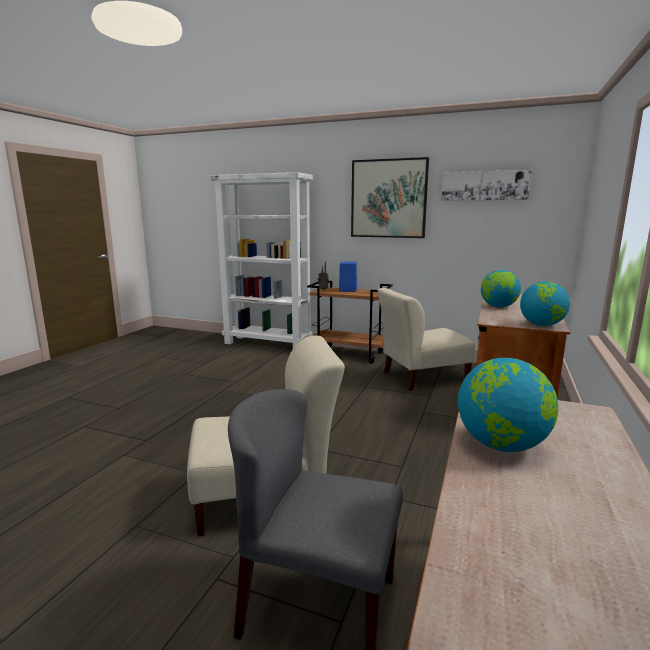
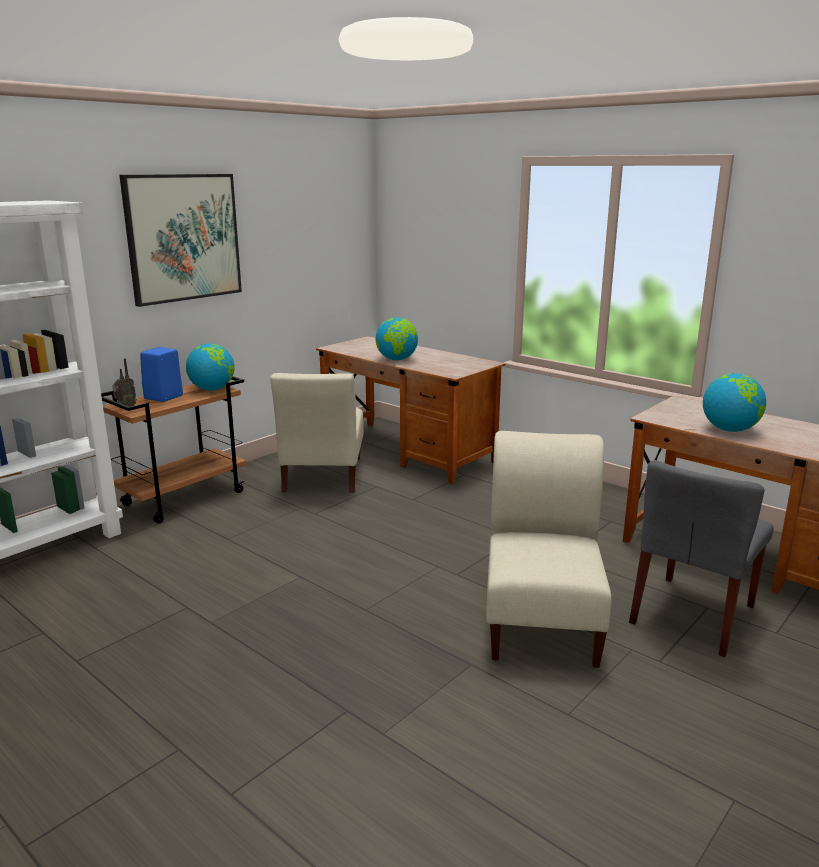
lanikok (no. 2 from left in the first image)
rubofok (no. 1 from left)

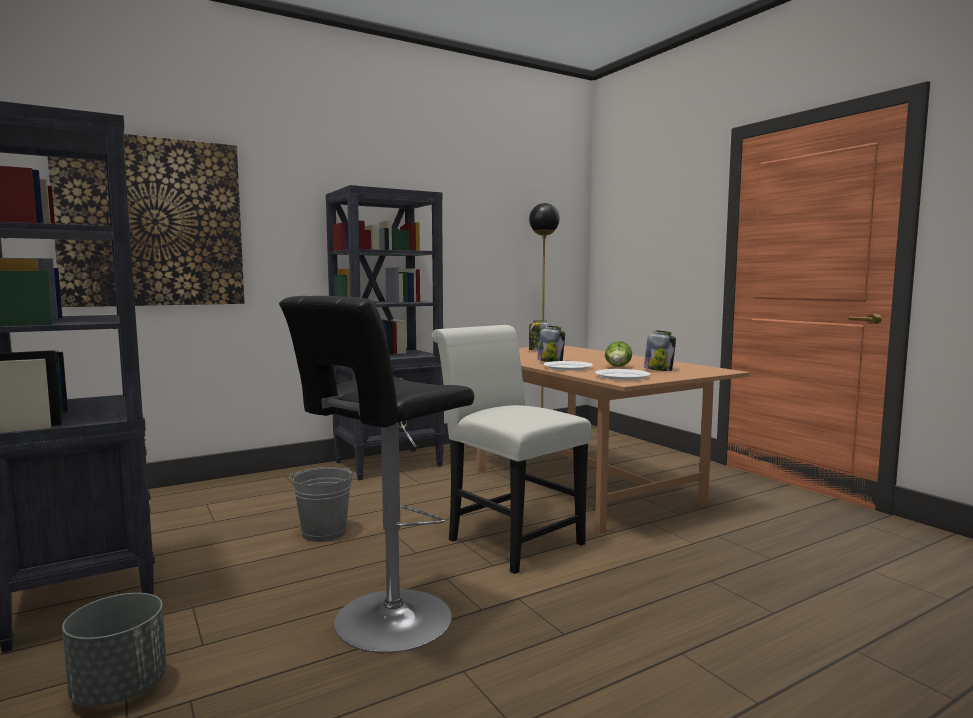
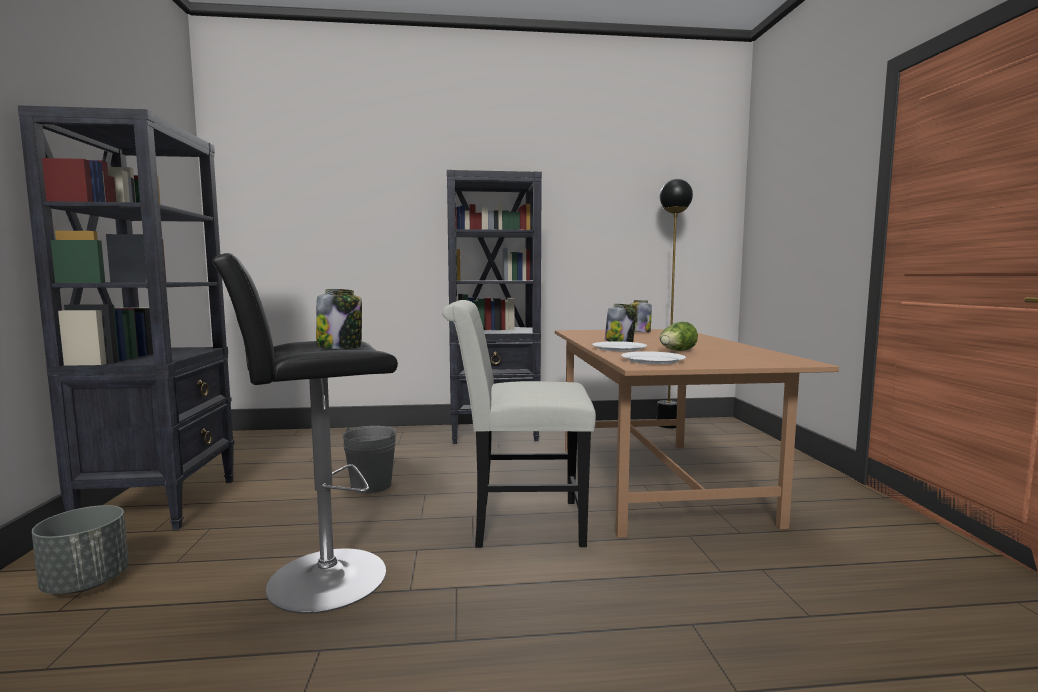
lanikok
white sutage
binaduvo (no. 1 from left)

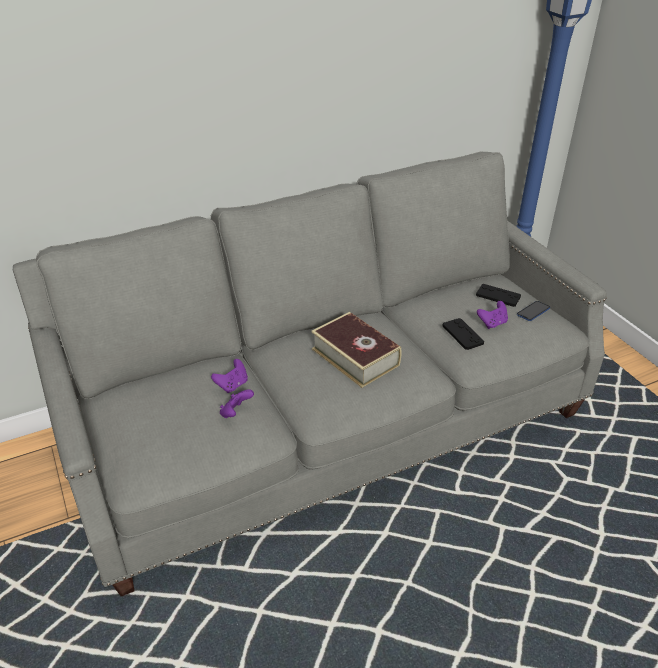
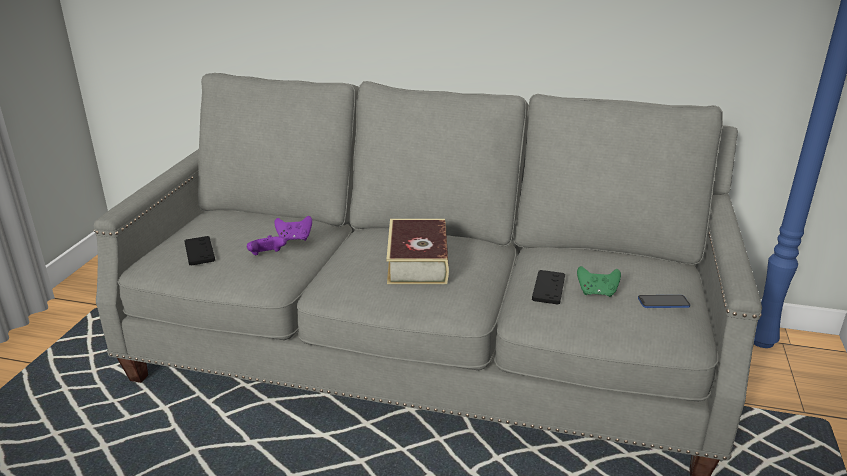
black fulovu (no. 1 from left)
green fulovu

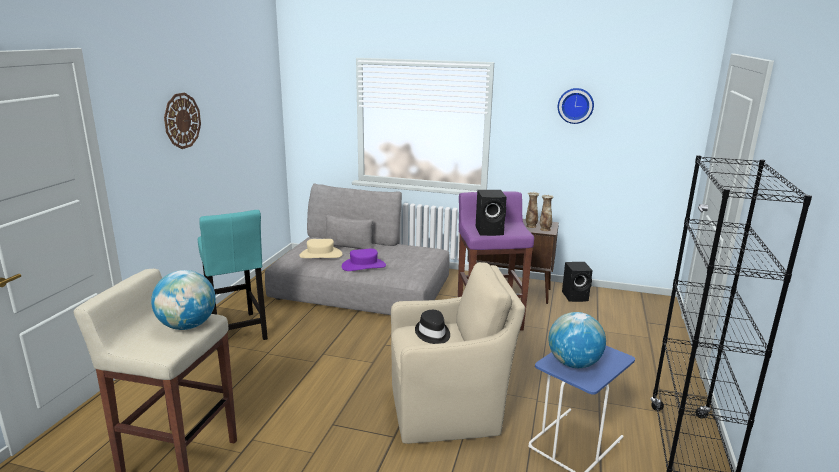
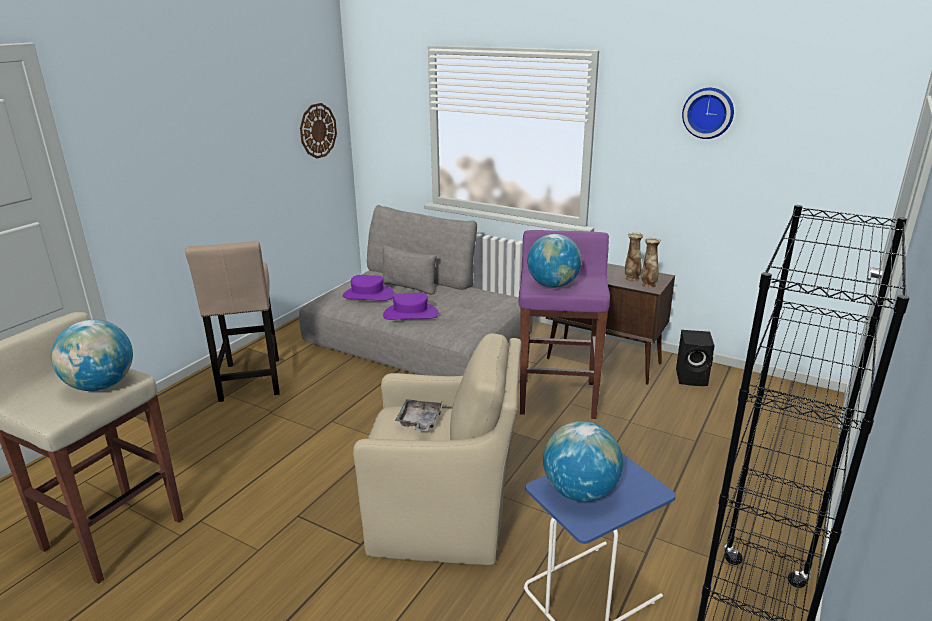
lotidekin (no. 1 from left)
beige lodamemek (no. 2 from left)
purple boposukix (no. 1 from left)
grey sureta
rubofok (no. 2 from left)

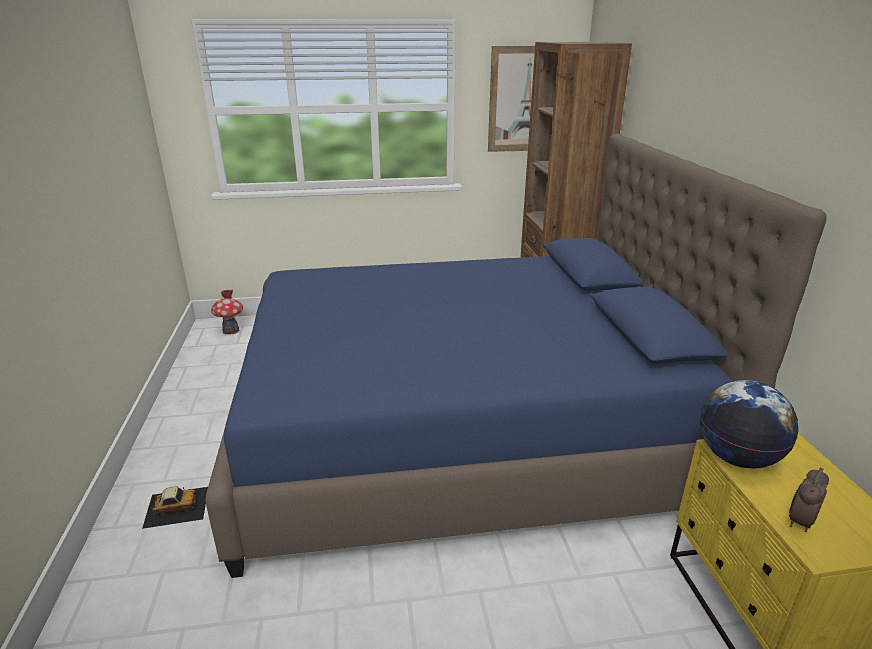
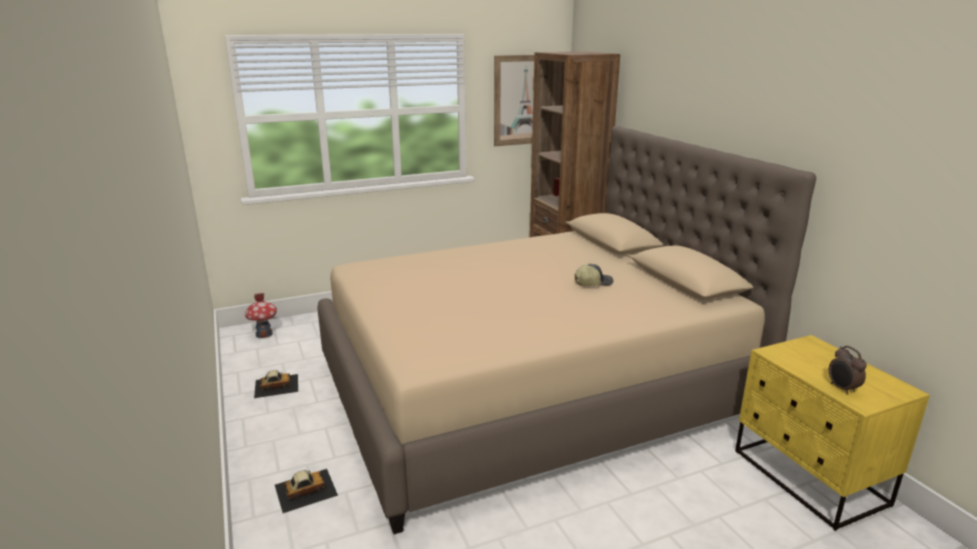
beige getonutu
rubofok
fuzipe
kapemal (no. 1 from left)
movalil

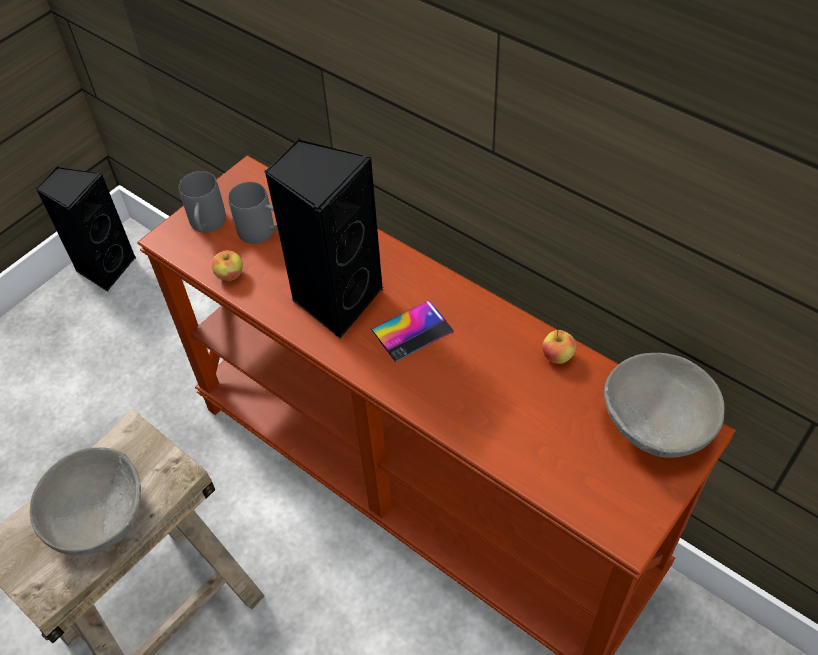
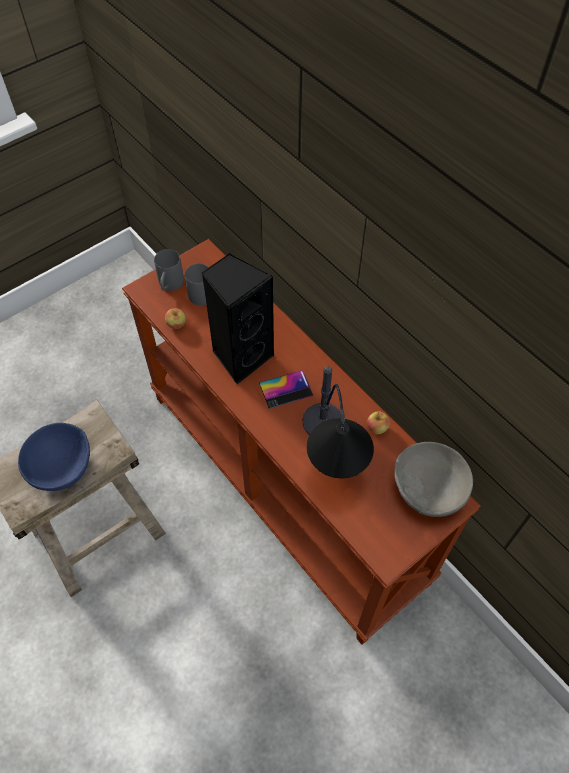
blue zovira
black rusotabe (no. 1 from left in the first image)
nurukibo

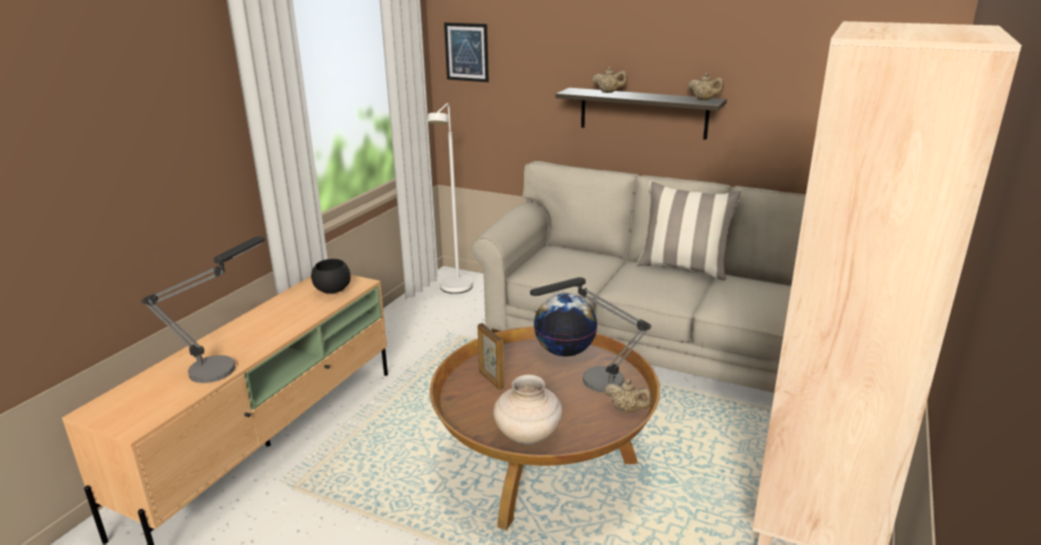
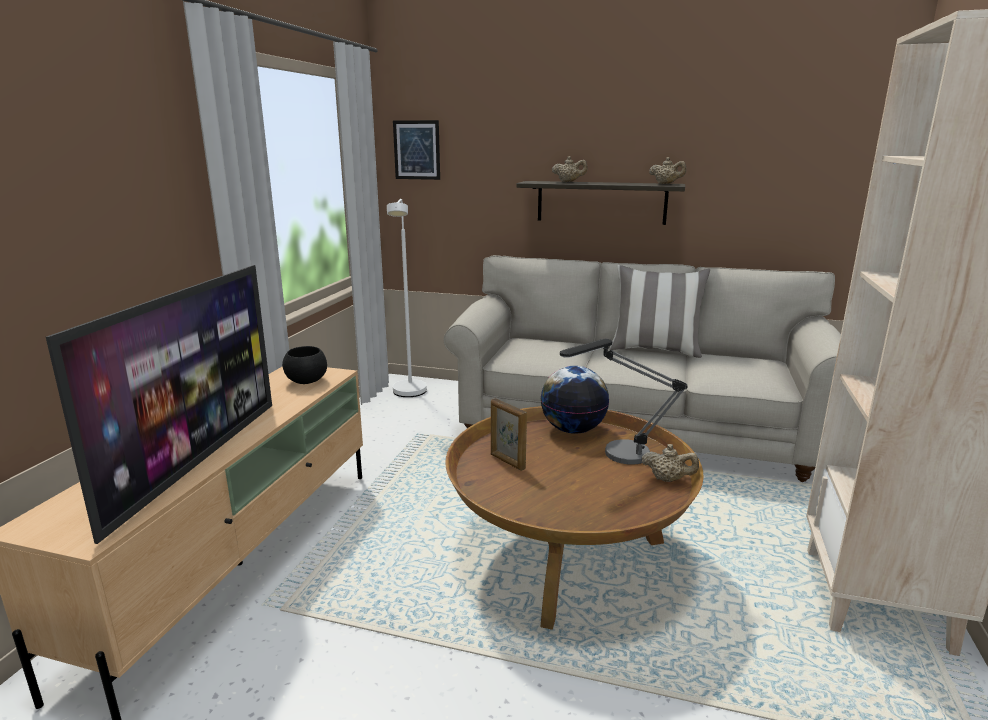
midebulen
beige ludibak

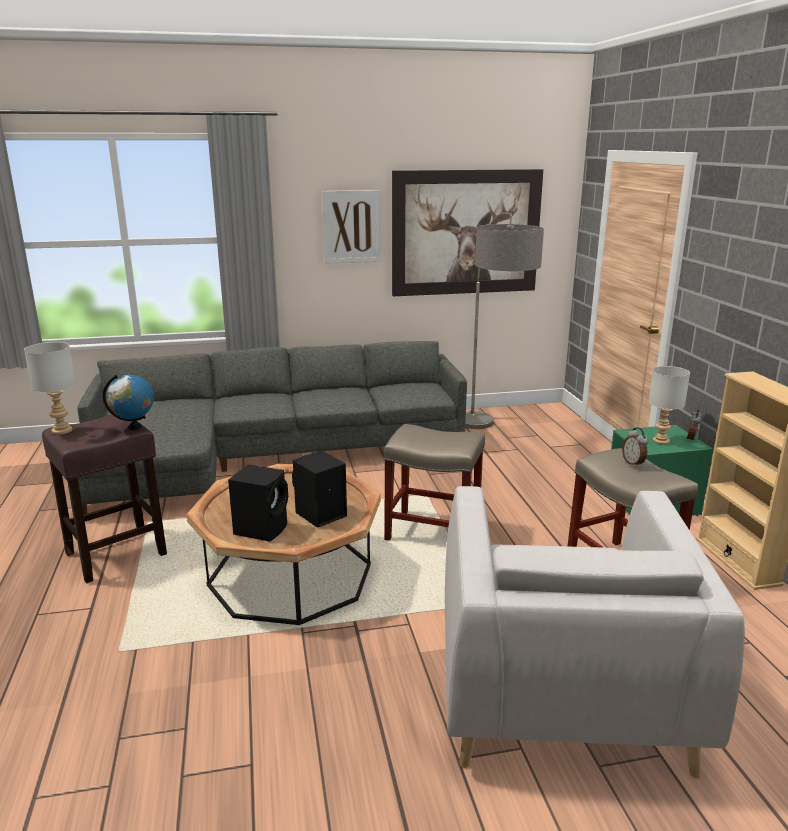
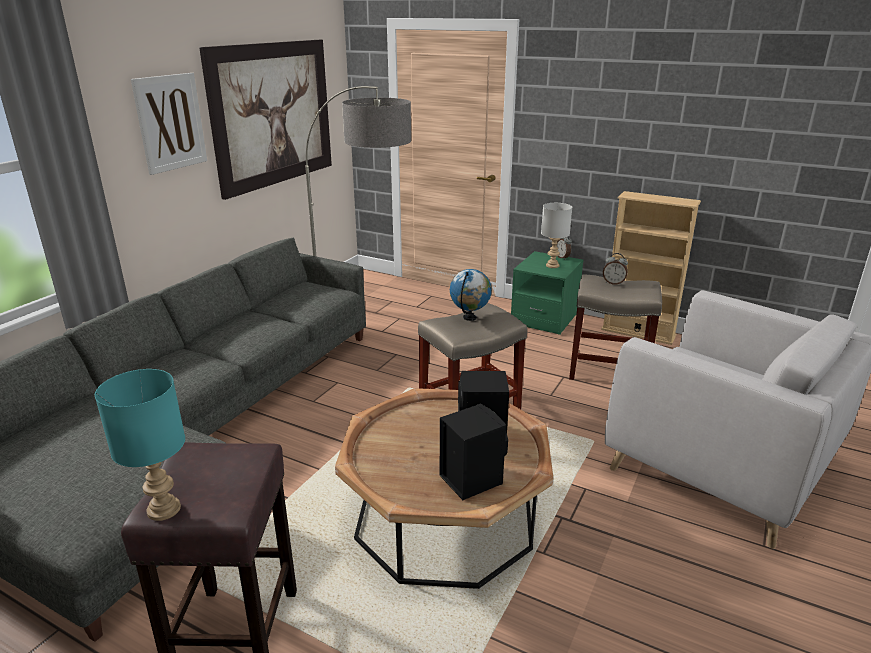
turquoise nurukibo
rubofok

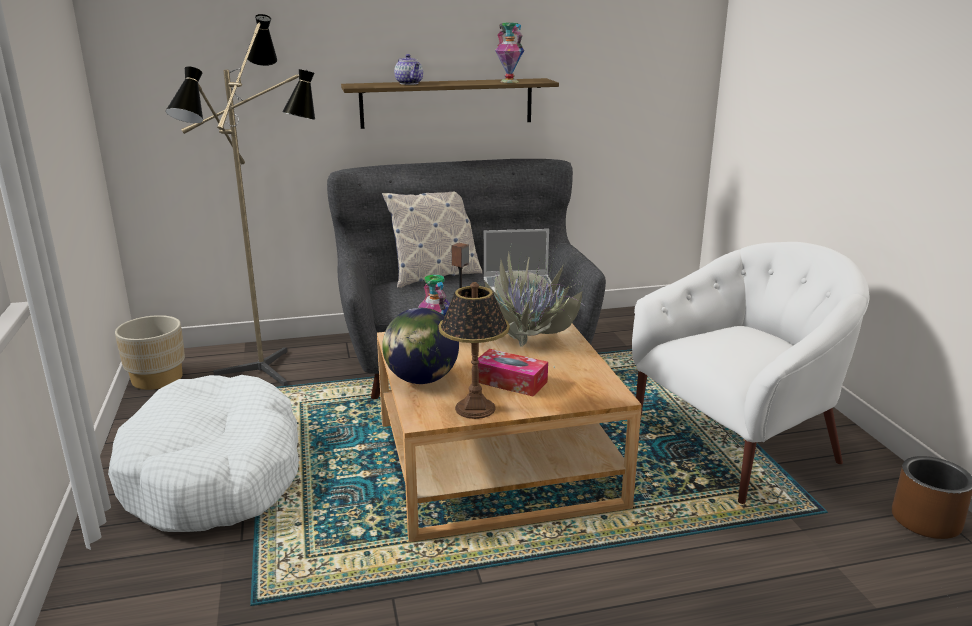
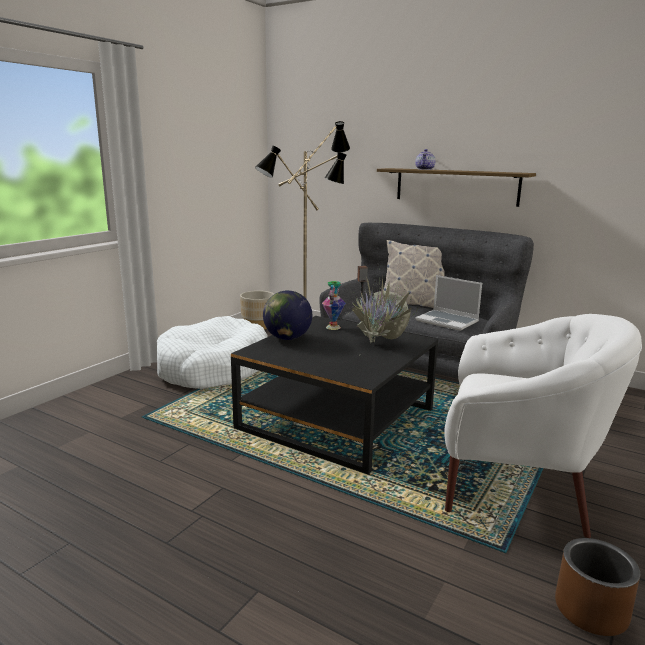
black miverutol
nurukibo
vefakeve
ludibak (no. 2 from left in the first image)

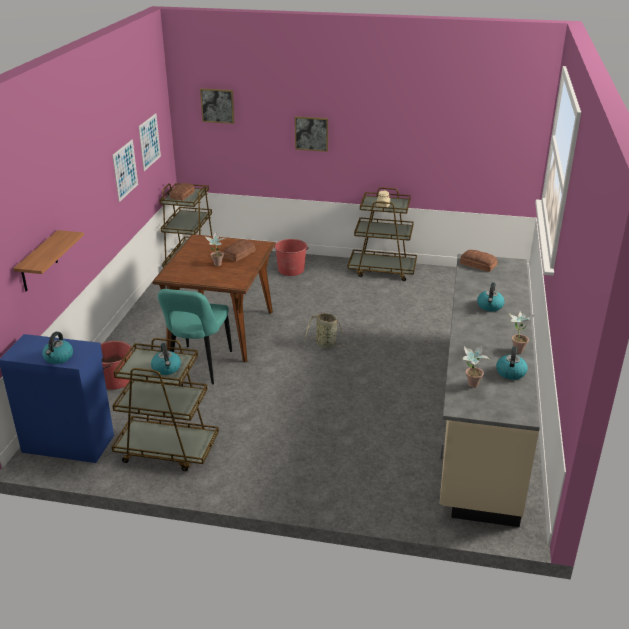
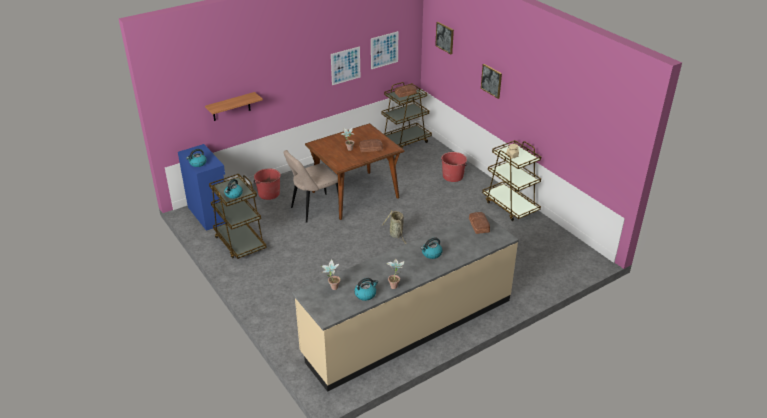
beige sutage

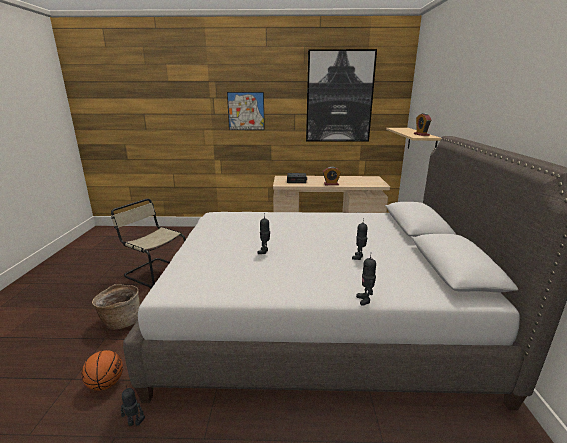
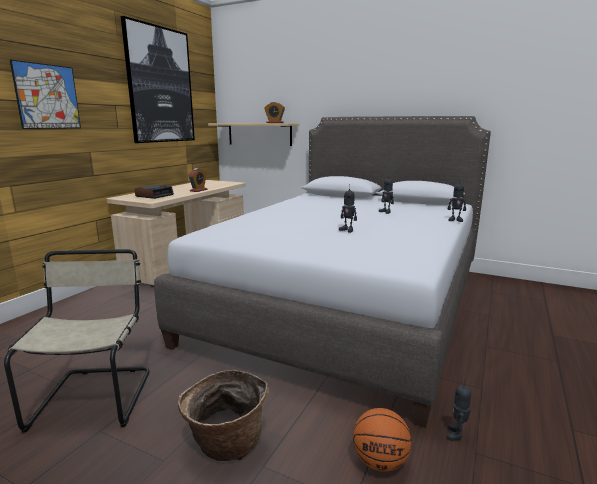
beige sutage

